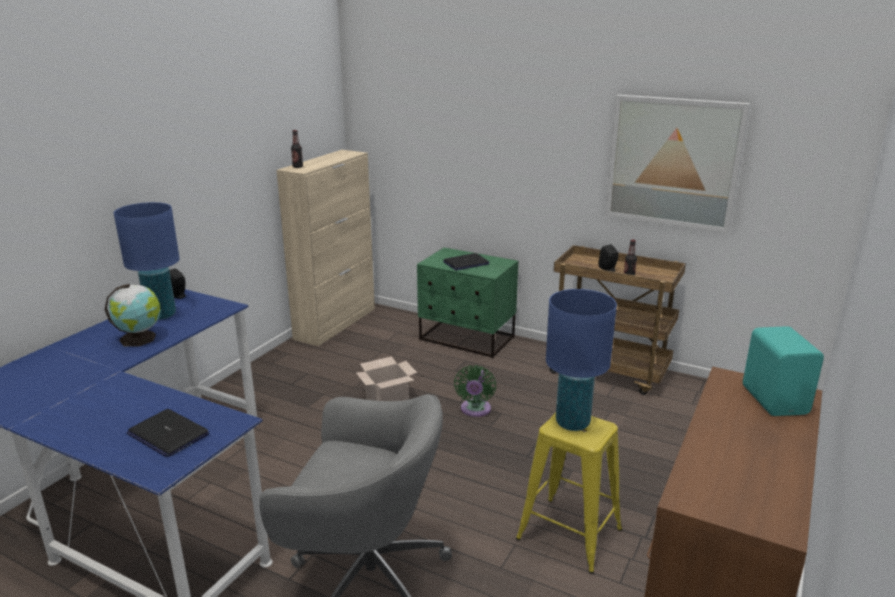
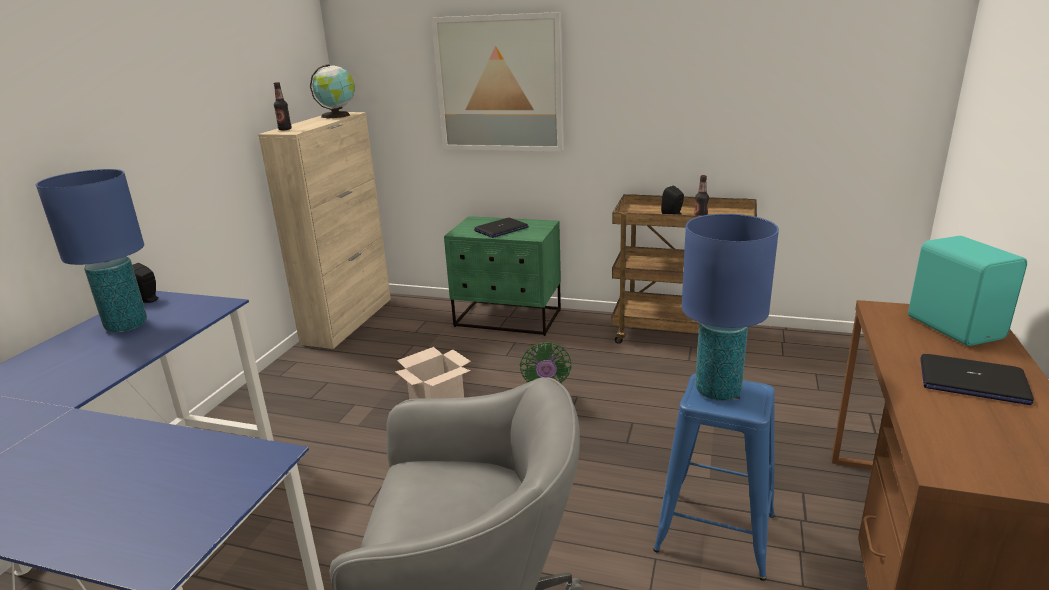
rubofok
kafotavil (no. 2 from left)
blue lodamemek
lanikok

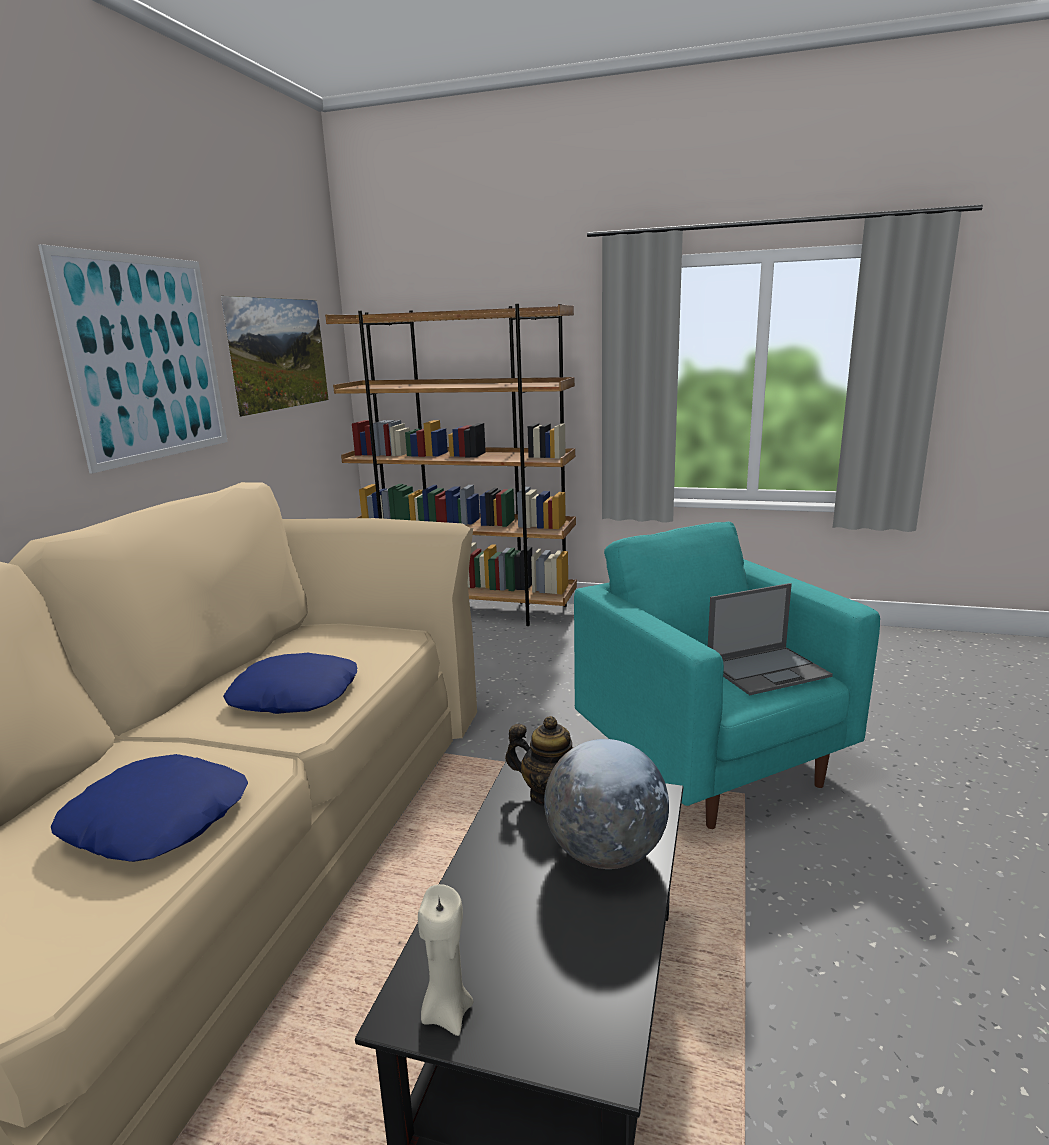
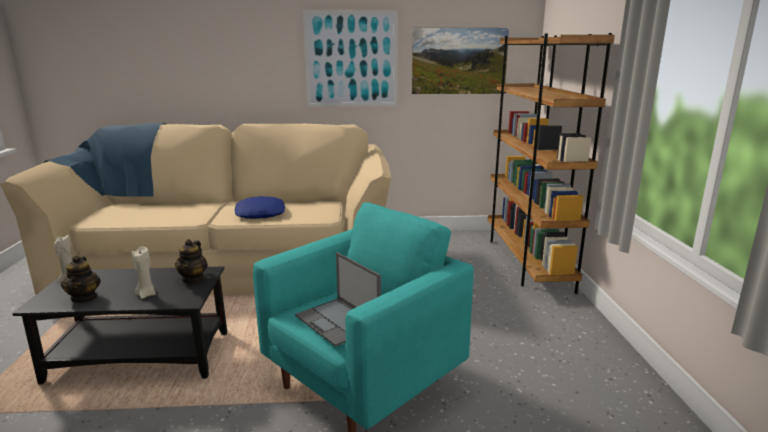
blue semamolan (no. 1 from left in the first image)
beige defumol (no. 2 from left)
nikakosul (no. 1 from left)

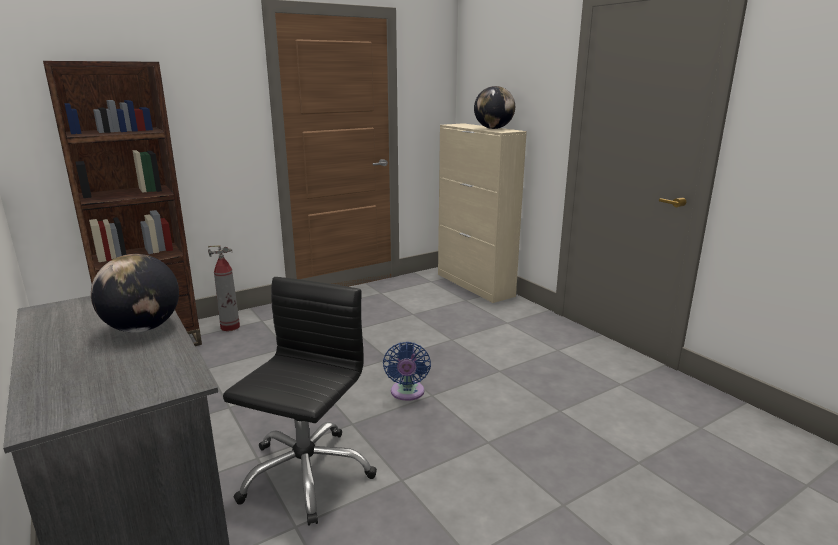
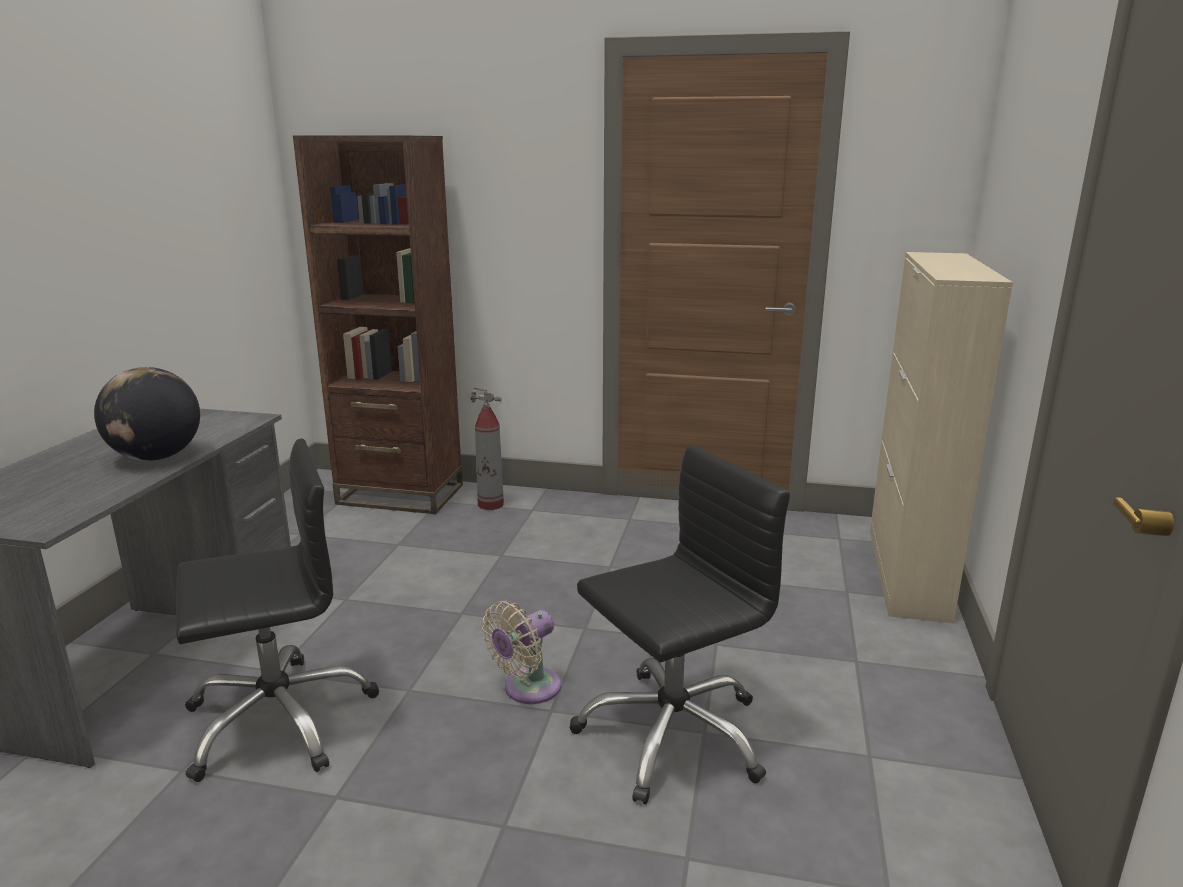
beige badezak
rubofok (no. 2 from left in the first image)
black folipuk (no. 2 from left)

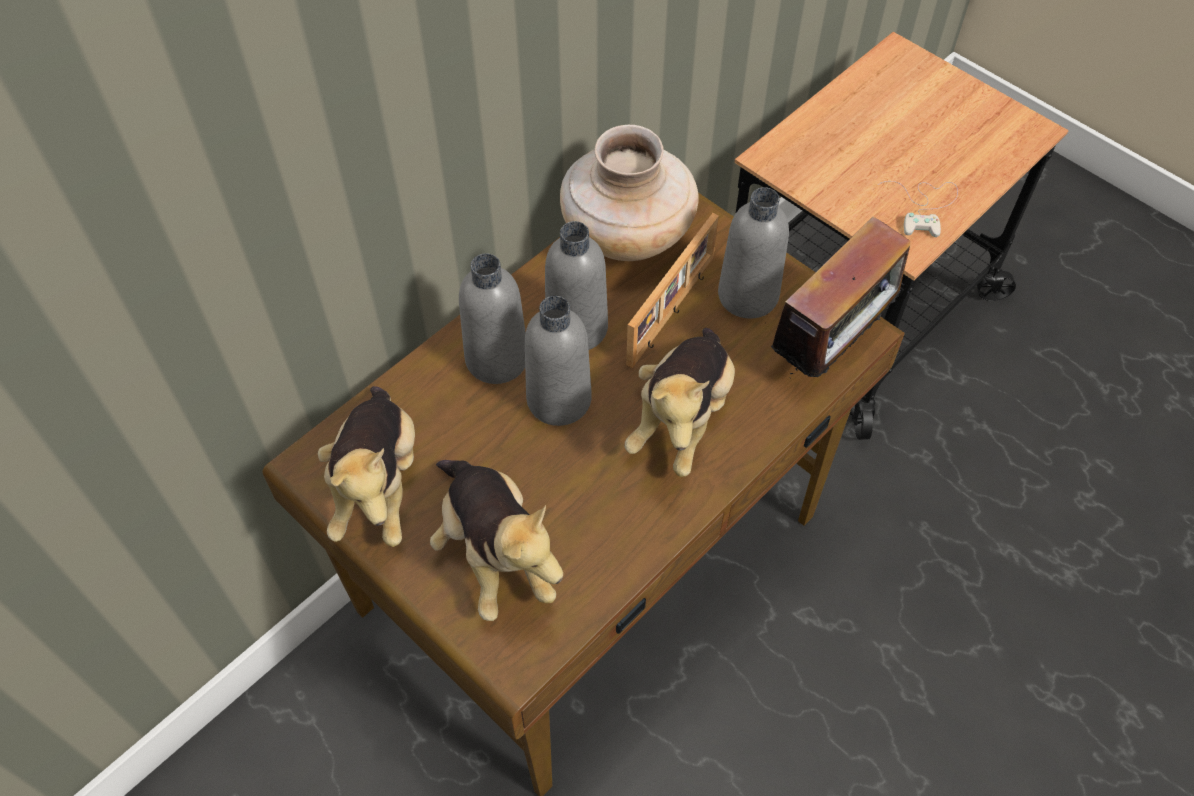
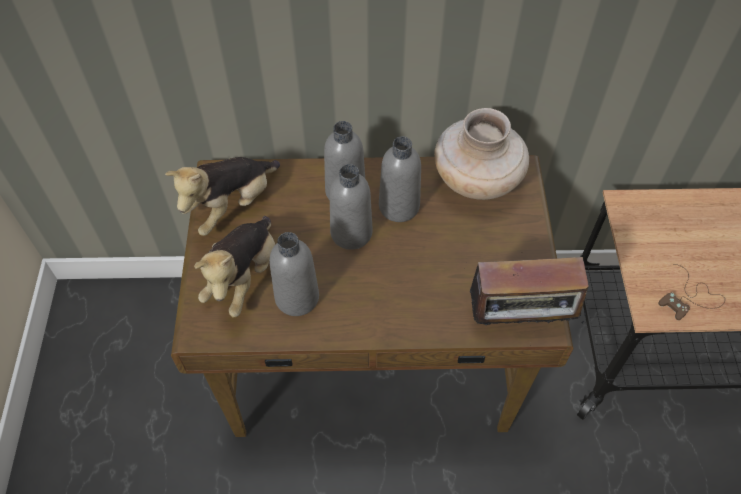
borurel (no. 3 from left in the first image)
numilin
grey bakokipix (no. 1 from left)
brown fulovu

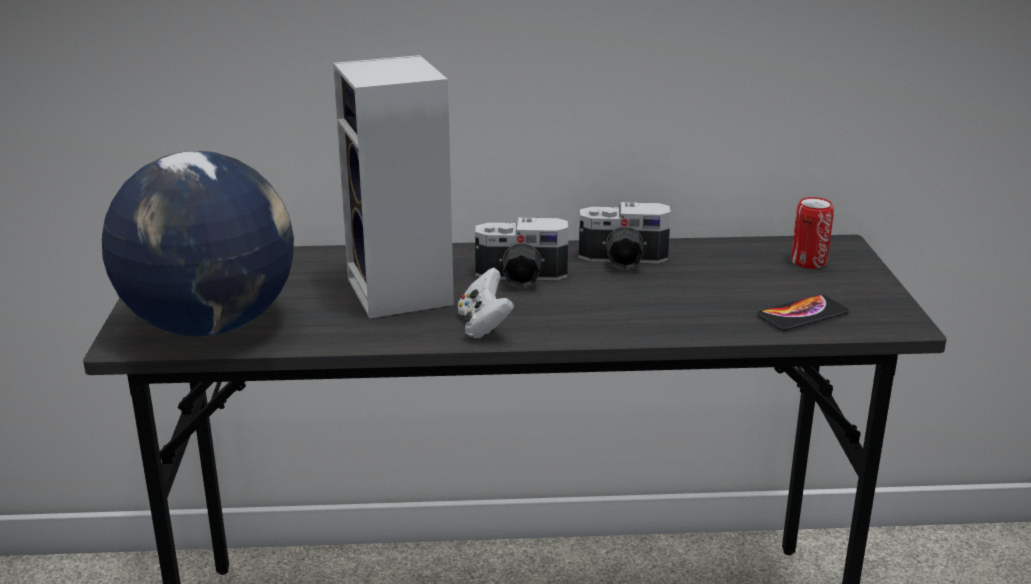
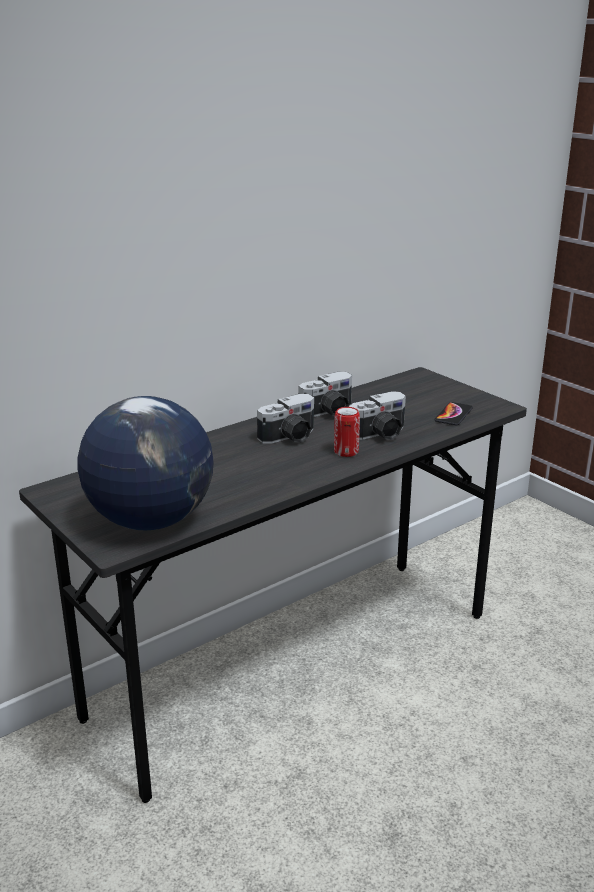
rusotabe
white fulovu
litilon
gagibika (no. 3 from left)

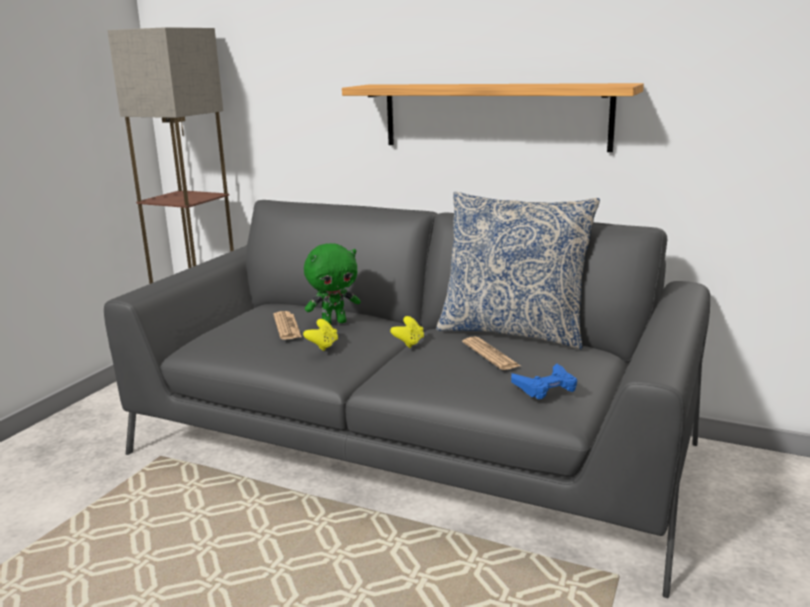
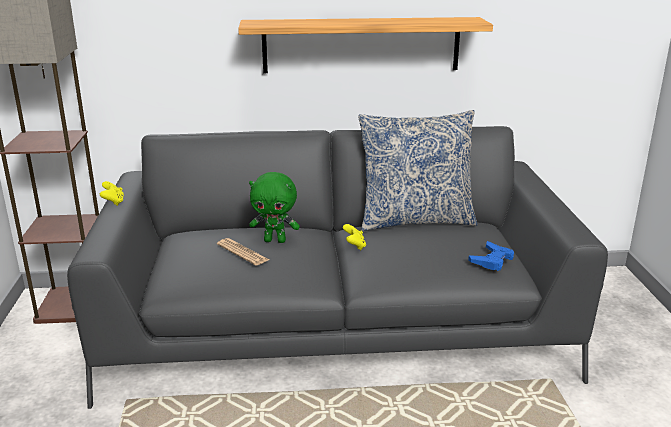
yellow fulovu (no. 1 from left)
green borurel
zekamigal (no. 2 from left in the first image)

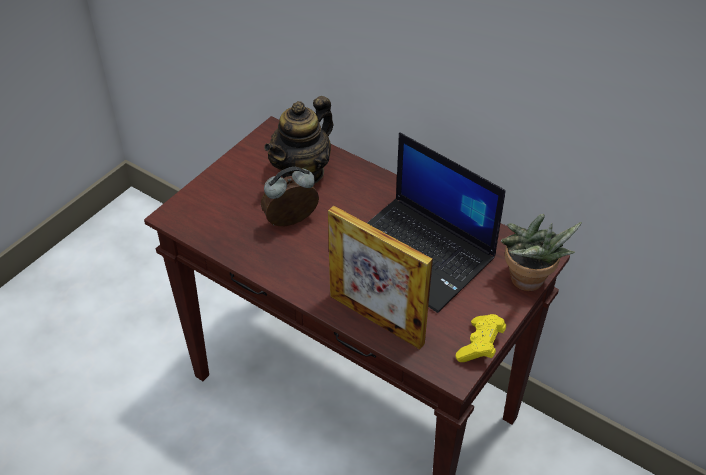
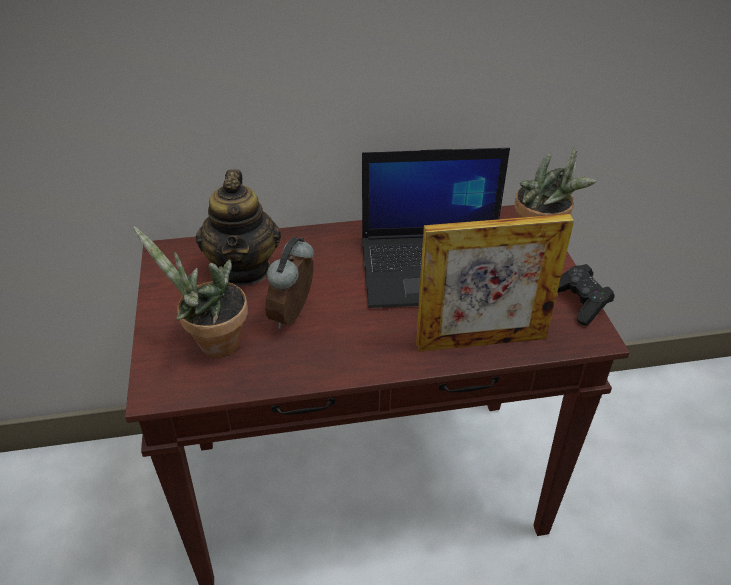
black fulovu
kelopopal (no. 1 from left)

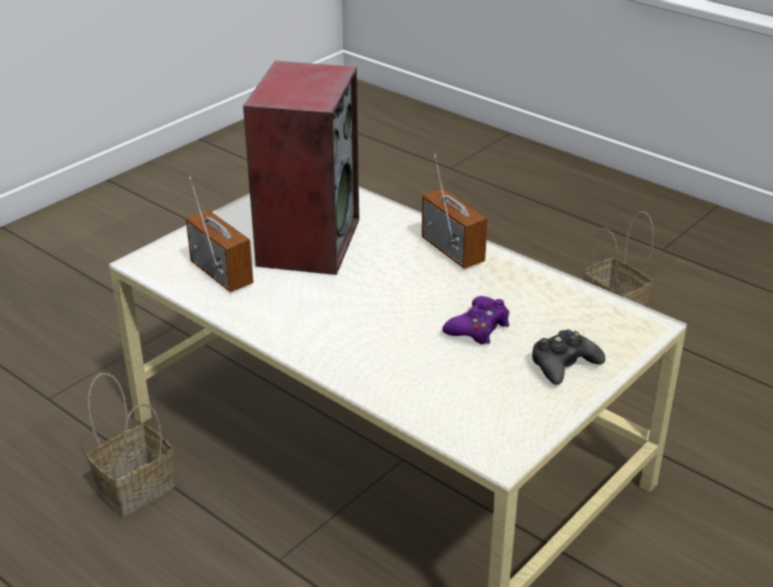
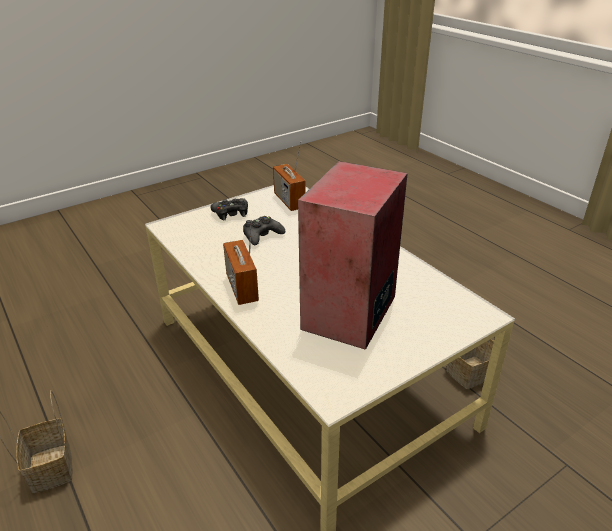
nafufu (no. 2 from left)
black fulovu (no. 2 from left)

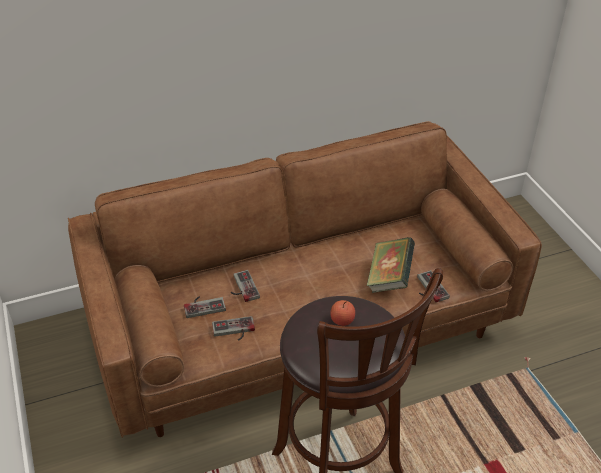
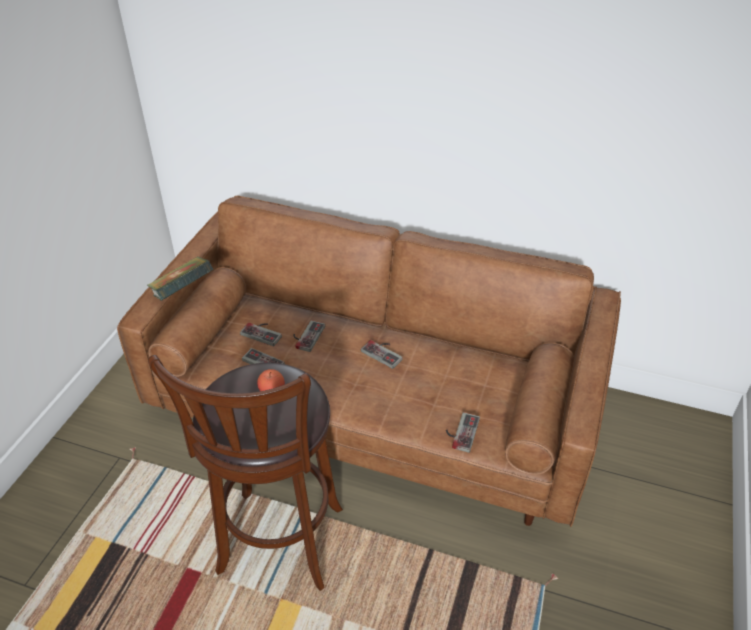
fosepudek
fulovu (no. 4 from left)

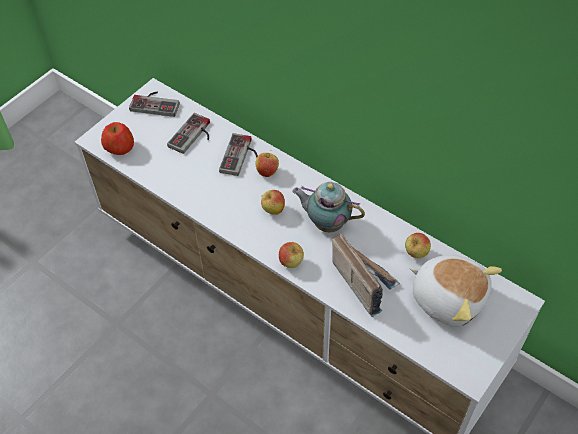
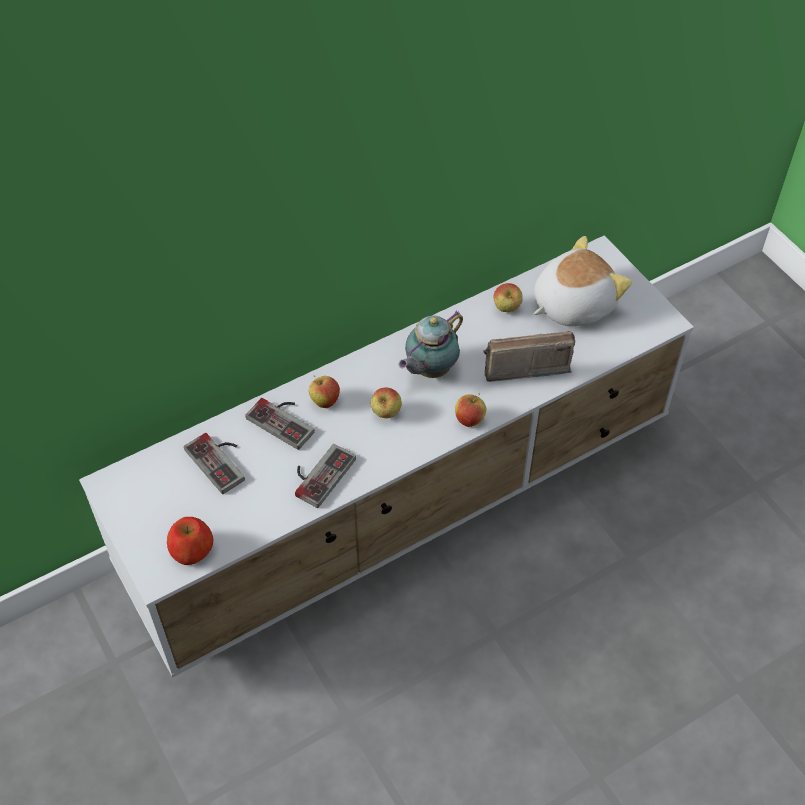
fulovu (no. 3 from left)

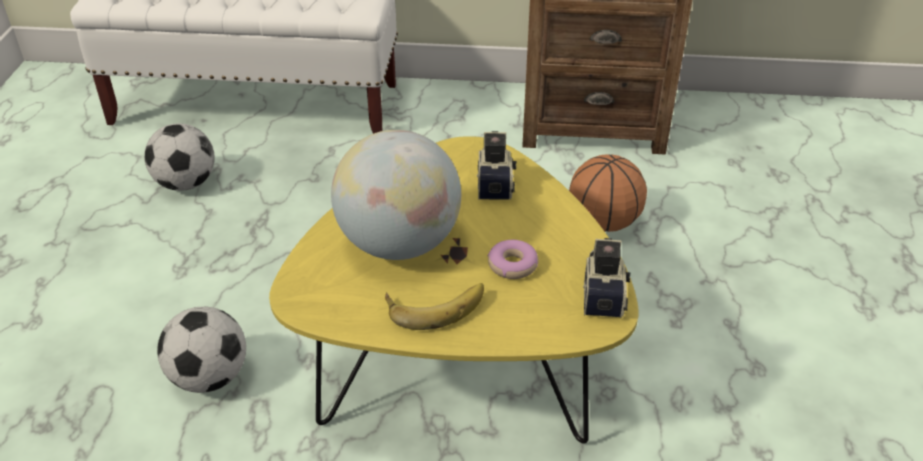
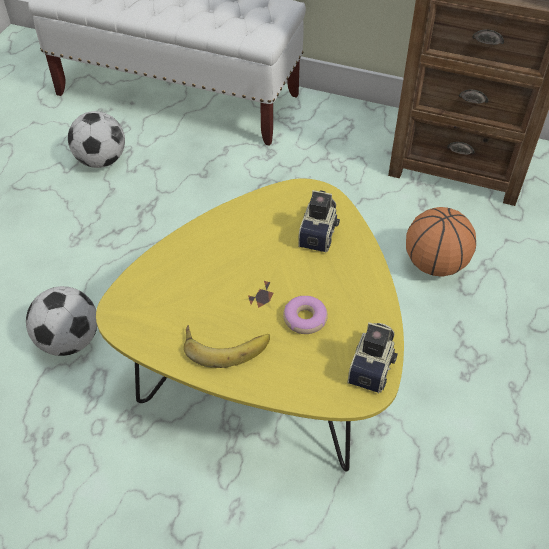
rubofok

